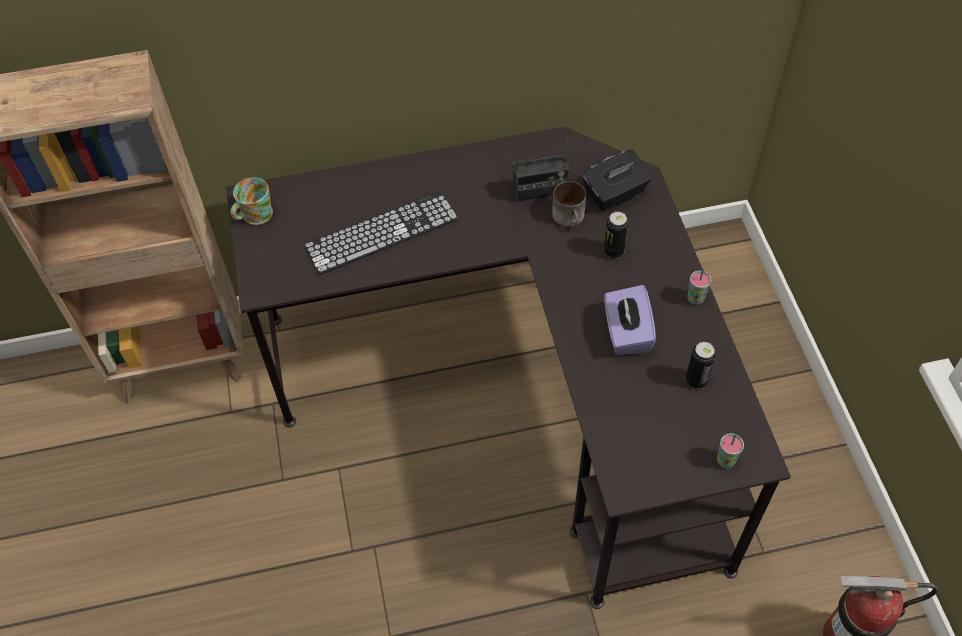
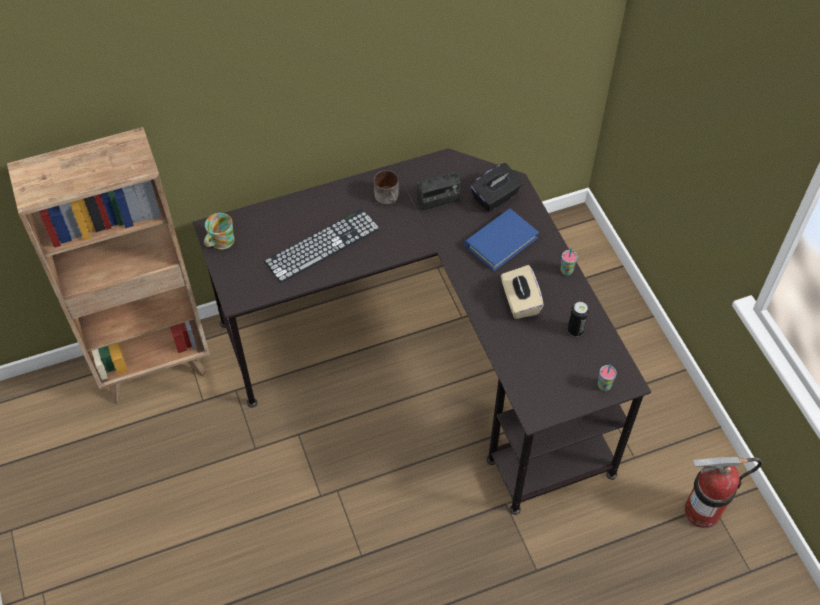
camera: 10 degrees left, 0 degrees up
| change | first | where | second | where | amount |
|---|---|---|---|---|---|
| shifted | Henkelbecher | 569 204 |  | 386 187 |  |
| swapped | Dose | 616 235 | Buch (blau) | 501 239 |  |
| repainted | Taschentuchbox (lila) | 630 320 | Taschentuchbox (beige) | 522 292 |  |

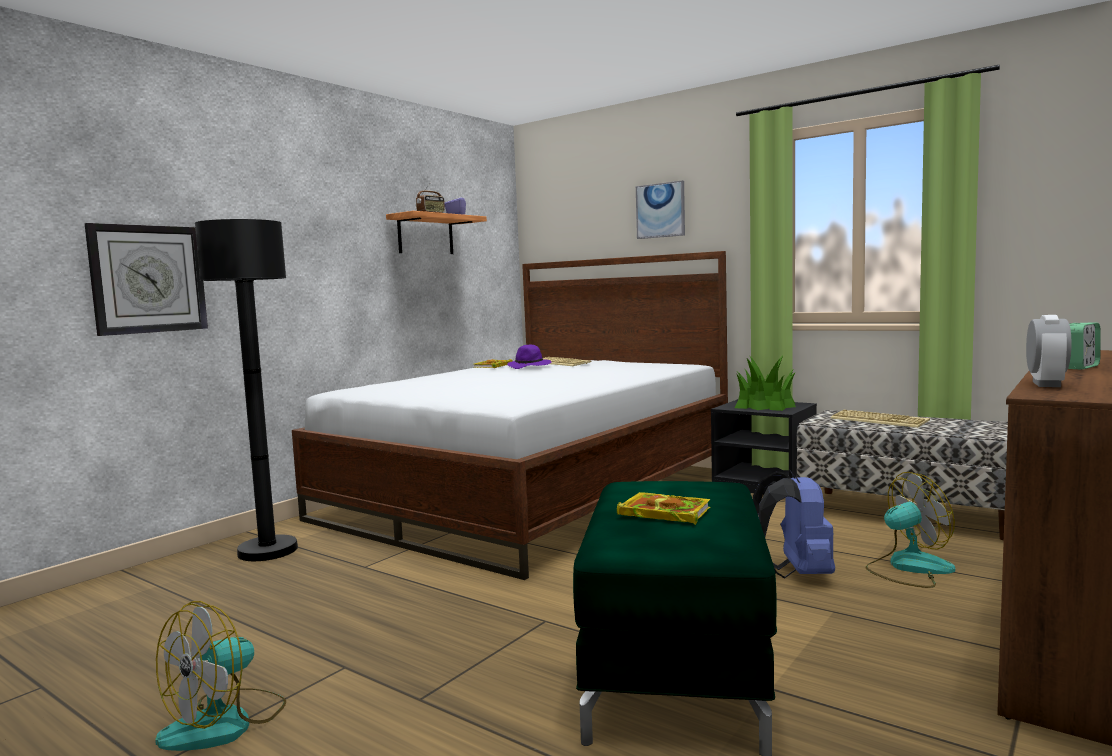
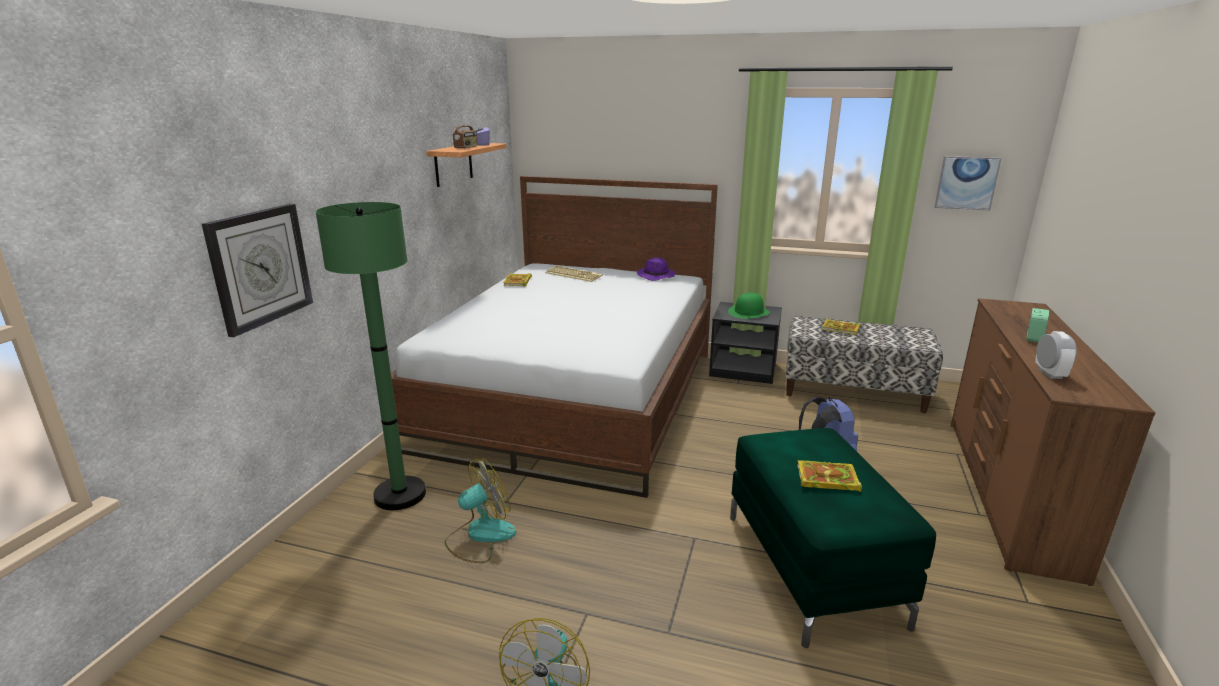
camera: 20 degrees left, 15 degrees up
| change | first | where | second | where | amount |
|---|---|---|---|---|---|
| shifted | Hut (lila) | 529 357 |  | 656 269 |  |
| shifted | Bild | 660 209 |  | 968 183 |  |
| shifted | Ventilator | 911 530 |  | 480 510 |  |
| swapped | Topfpflanze | 765 383 | Hut (grün) | 749 305 |  |
| swapped | Tastatur | 880 419 | Buch | 841 327 |  |
| repainted | Stehlampe (schwarz) | 246 390 | Stehlampe (grün) | 371 356 |  |

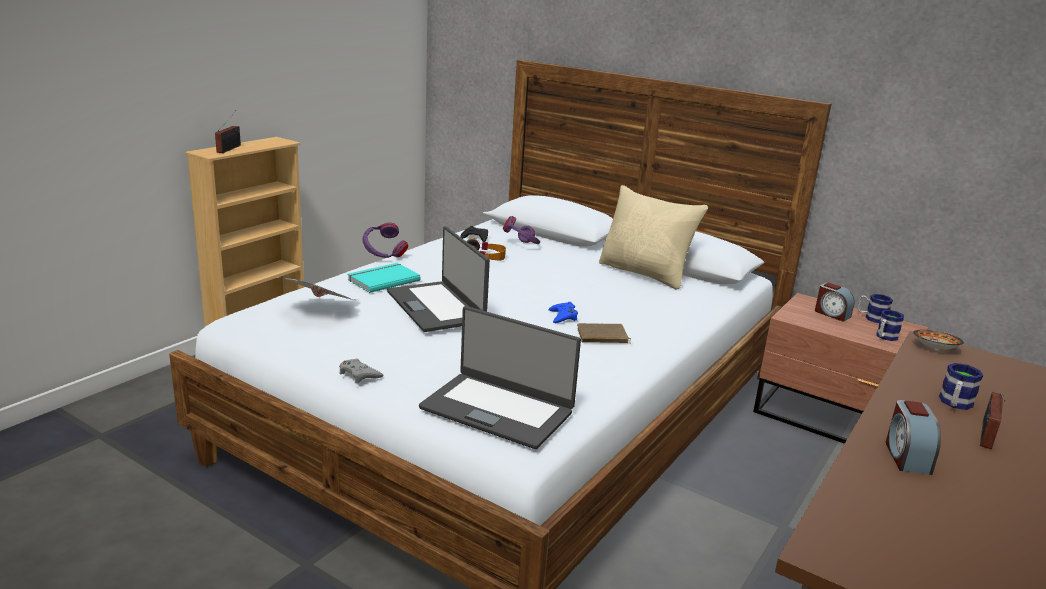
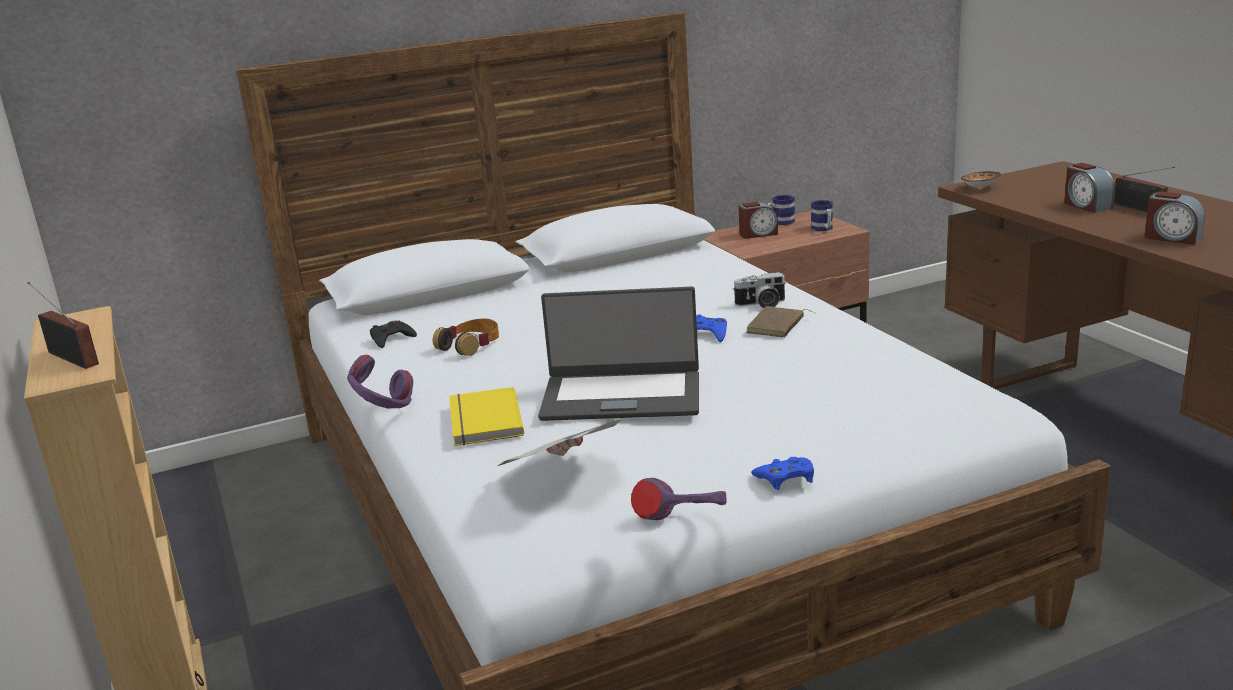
camera: 55 degrees left, 0 degrees up
| change | first | where | second | where | amount |
|---|---|---|---|---|---|
| gone | Laptop | 500 377 |  |  |  |
| gone | Kissen (beige) | 653 237 |  |  |  |
| new |  |  | Kamera | 759 290 |  |
| shifted | Kopfhörer (lila) | 521 230 |  | 679 499 |  |
| swapped | Henkelbecher | 961 386 | Wecker | 1089 188 |  |
| repainted | Gamepad (grau) | 361 371 | Gamepad (blau) | 782 473 |  |
| repainted | Buch (türkis) | 384 278 | Buch (gelb) | 486 416 |  |

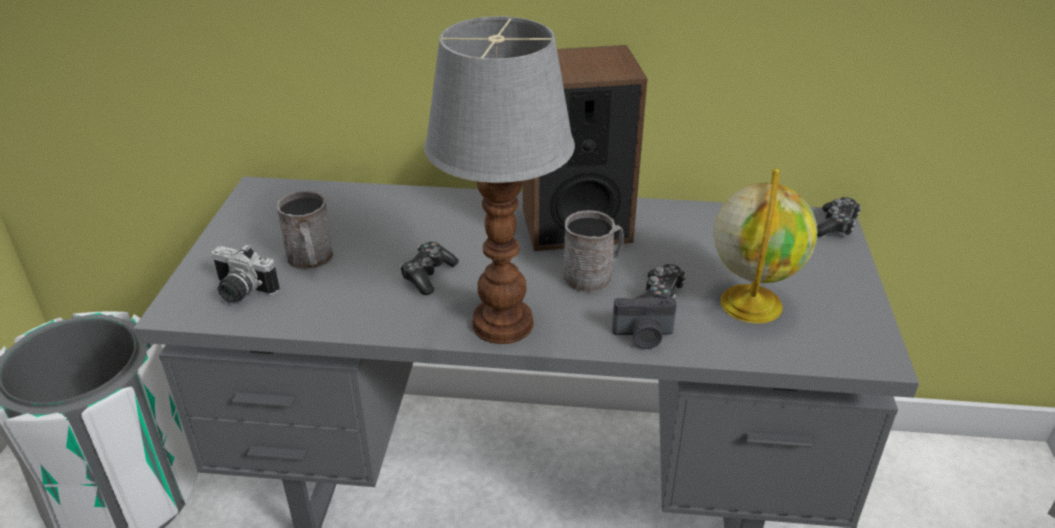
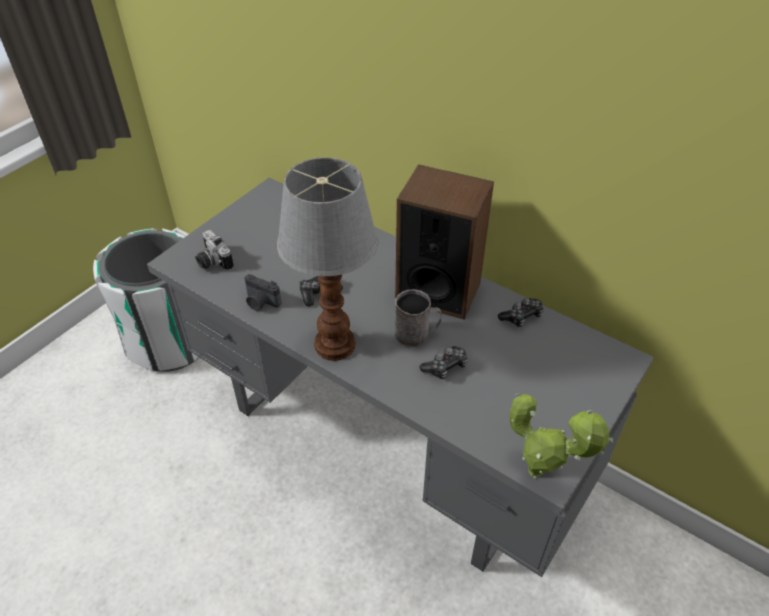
camera: 30 degrees right, 10 degrees up
| change | first | where | second | where | amount |
|---|---|---|---|---|---|
| gone | Henkelbecher (grau) | 305 230 |  |  |  |
| gone | Globus | 765 246 |  |  |  |
| new |  |  | Topfpflanze | 561 435 |  |
| shifted | Kamera | 644 321 |  | 263 292 |  |
| shifted | Gamepad | 839 217 |  | 521 312 |  |

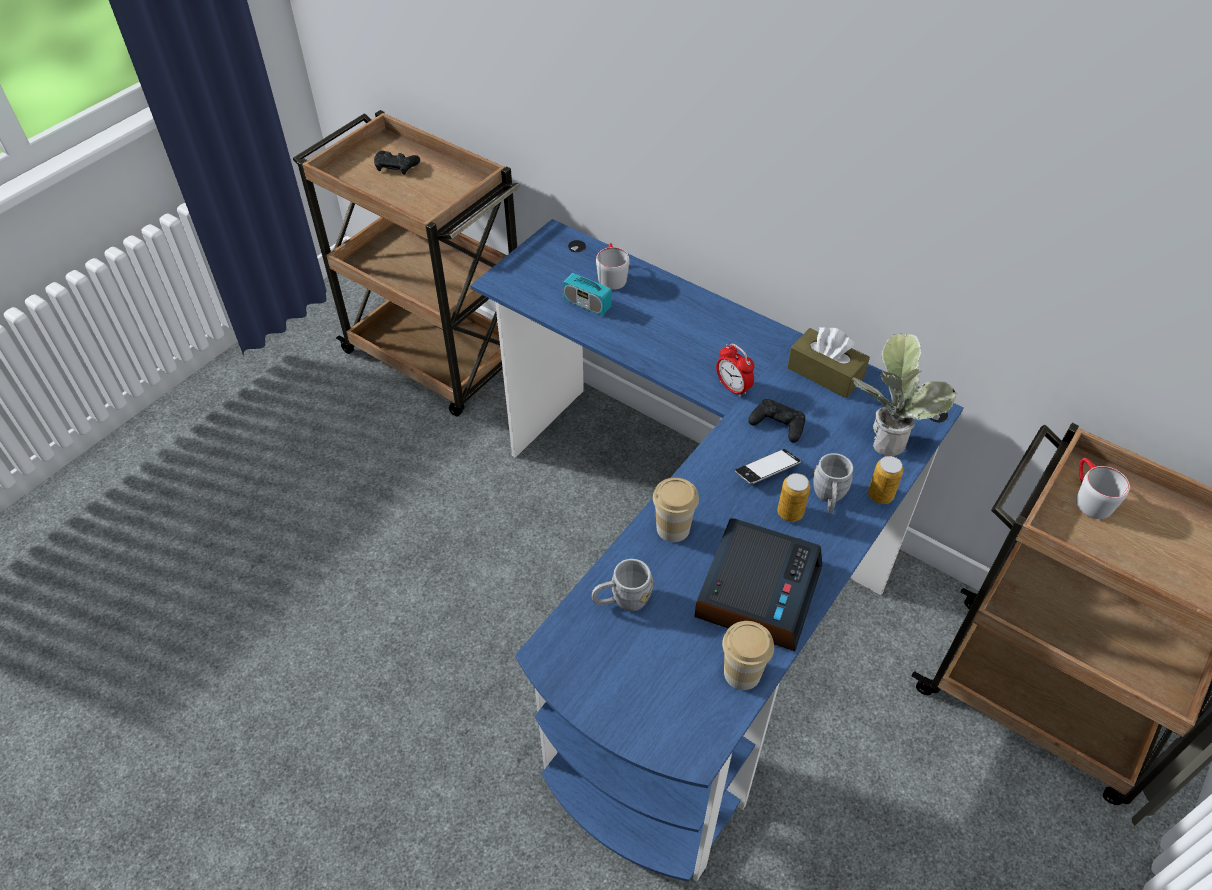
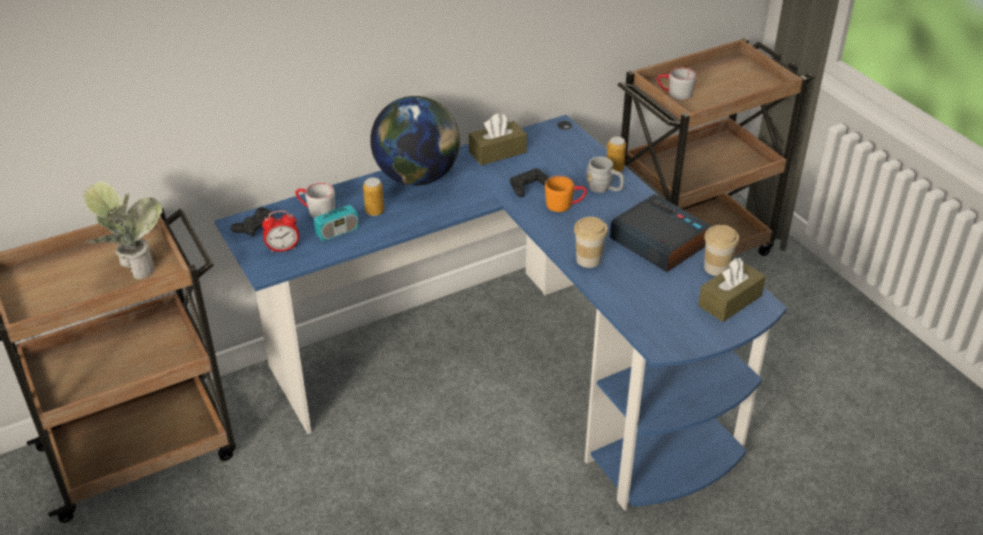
camera: 65 degrees left, 10 degrees down
| change | first | where | second | where | amount |
|---|---|---|---|---|---|
| gone | Henkelbecher (grau) | 622 585 |  |  |  |
| new |  |  | Globus | 415 141 |  |
| new |  |  | Taschentuchbox (braun) | 732 290 |  |
| shifted | Gamepad (schwarz) | 397 163 |  | 252 222 |  |
| shifted | Wecker | 735 370 |  | 280 231 |  |
| shifted | Dose | 794 497 |  | 373 197 |  |
| shifted | Topfpflanze | 904 394 |  | 123 230 |  |
| swapped | Handy | 768 467 | Henkelbecher (orange) | 566 194 |  |

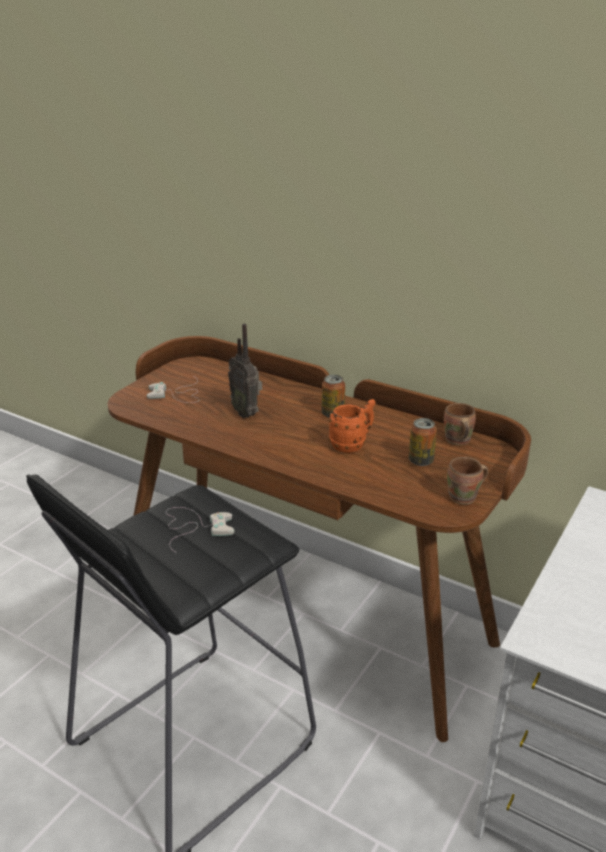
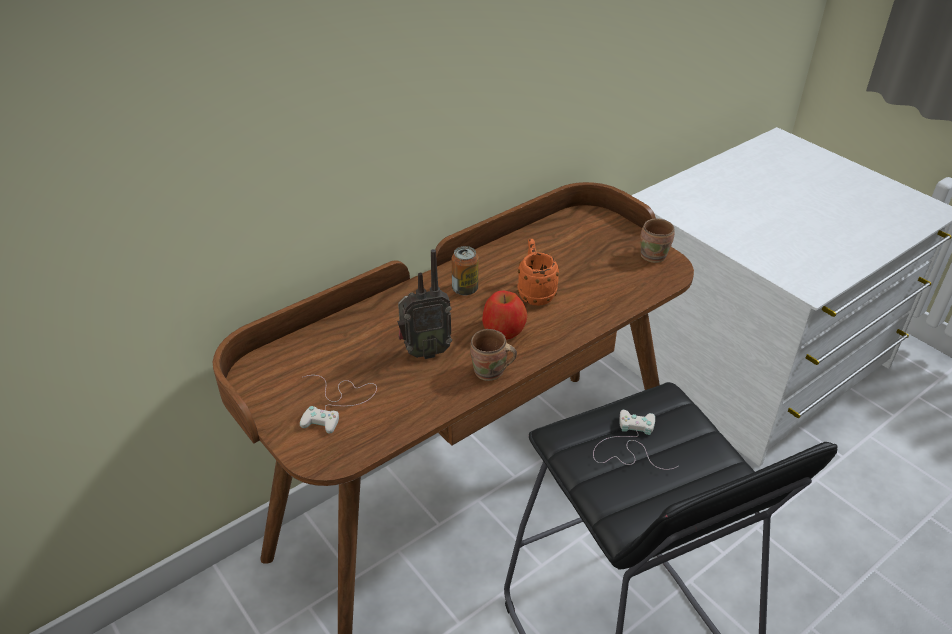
camera: 70 degrees left, 10 degrees up
| change | first | where | second | where | amount |
|---|---|---|---|---|---|
| gone | Dose | 423 442 |  |  |  |
| new |  |  | Apfel | 504 315 |  |
| shifted | Henkelbecher (braun) | 460 424 |  | 493 355 |  |

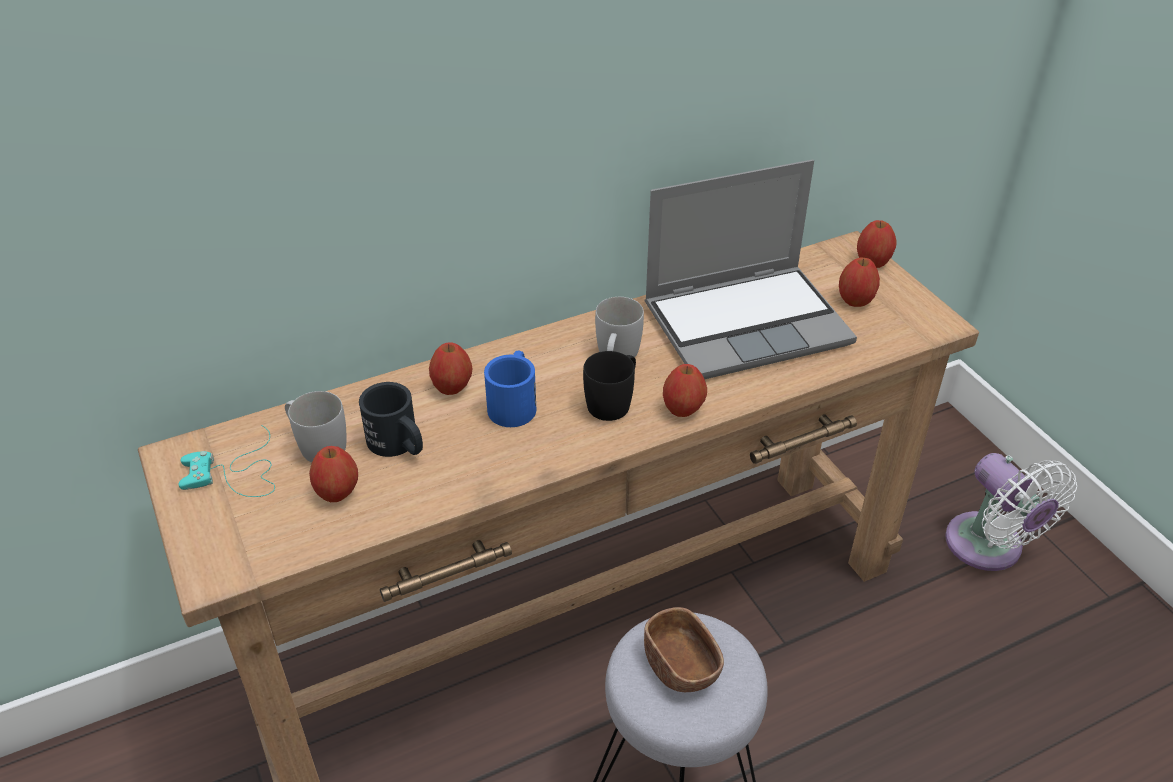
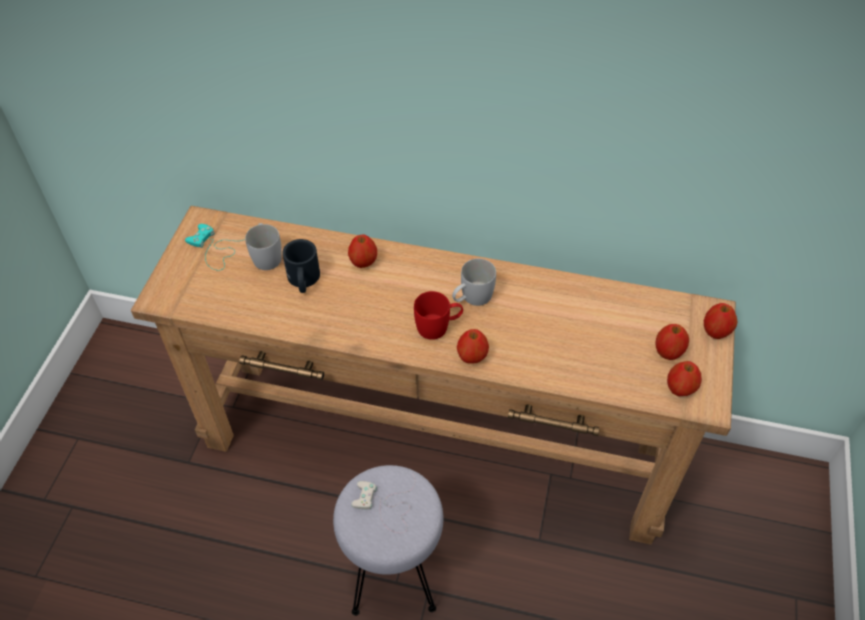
camera: 40 degrees right, 10 degrees up
| change | first | where | second | where | amount |
|---|---|---|---|---|---|
| gone | Henkelbecher (blau) | 510 389 |  |  |  |
| gone | Laptop | 751 269 |  |  |  |
| gone | Ventilator (weiß) | 1011 512 |  |  |  |
| shifted | Apfel | 333 474 |  | 684 378 |  |
| swapped | Schüssel (braun) | 684 649 | Gamepad (weiß) | 383 503 |  |
| repainted | Henkelbecher (schwarz) | 609 386 | Henkelbecher (rot) | 438 315 |  |

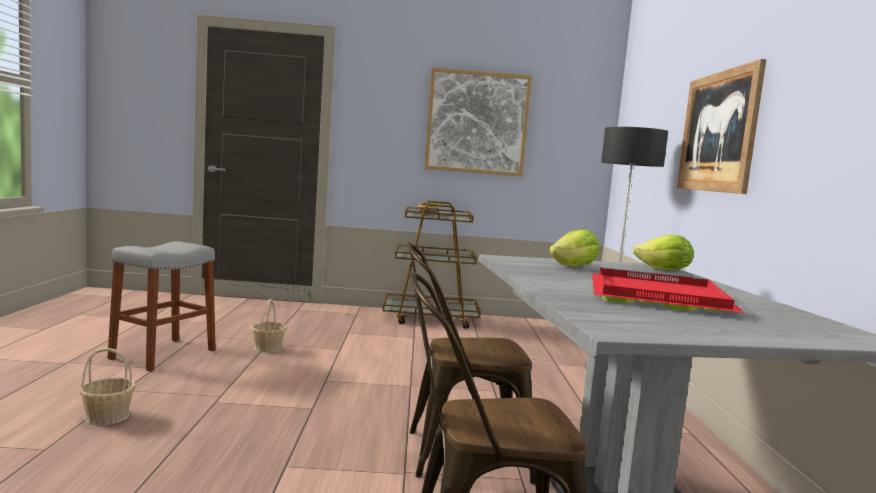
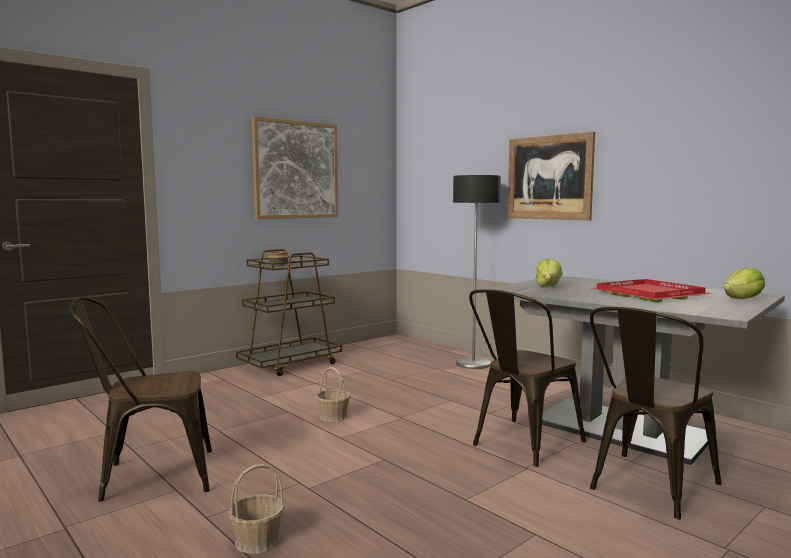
camera: 40 degrees left, 0 degrees up
| change | first | where | second | where | amount |
|---|---|---|---|---|---|
| shifted | Korb | 268 326 |  | 333 394 |  |
| shifted | Salatkopf | 663 252 |  | 744 283 |  |
| swapped | Hocker (grau) | 161 306 | Stuhl (braun) | 140 399 |  |

